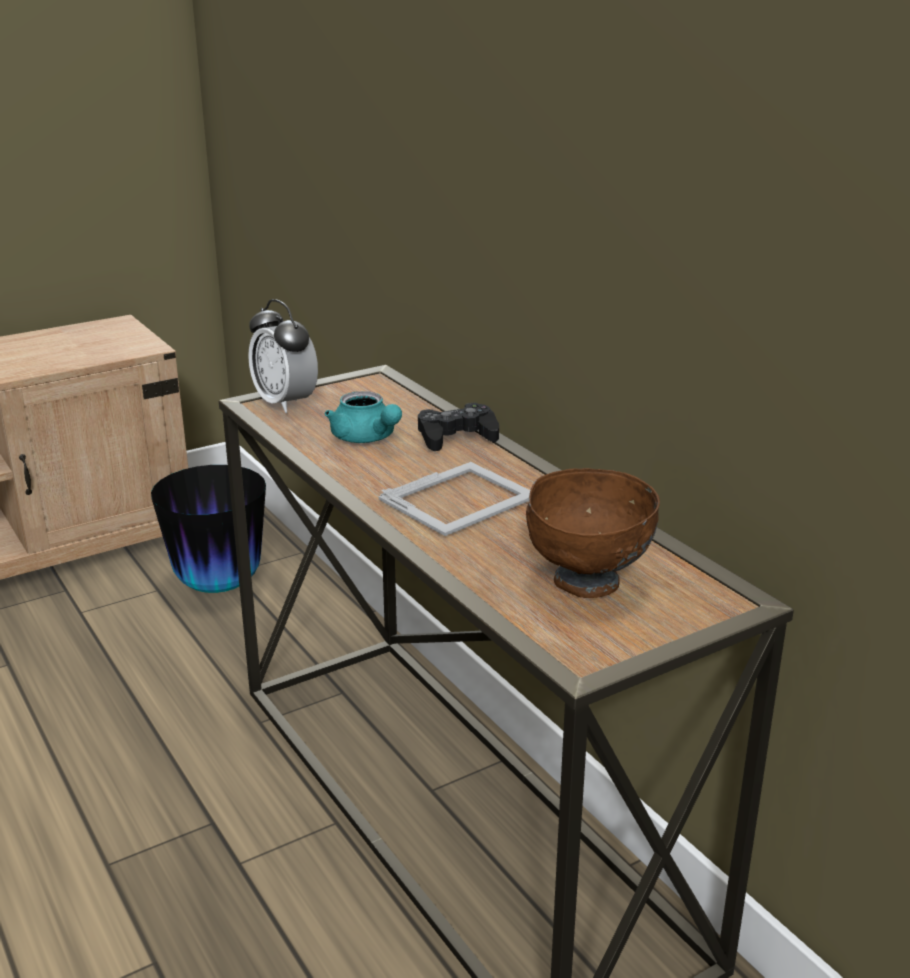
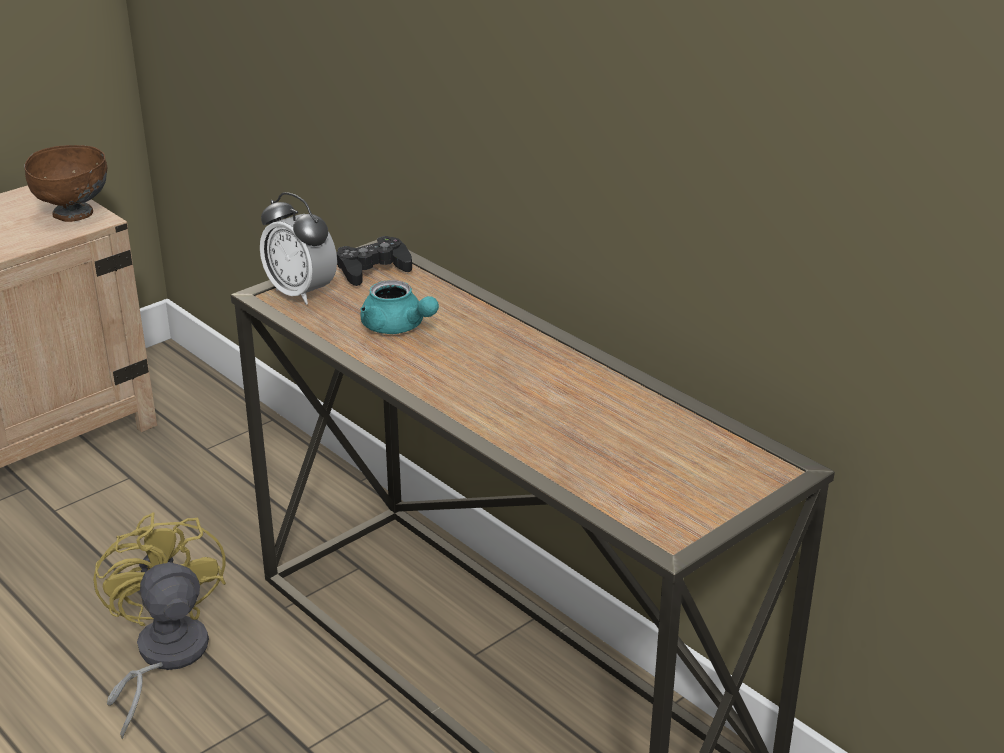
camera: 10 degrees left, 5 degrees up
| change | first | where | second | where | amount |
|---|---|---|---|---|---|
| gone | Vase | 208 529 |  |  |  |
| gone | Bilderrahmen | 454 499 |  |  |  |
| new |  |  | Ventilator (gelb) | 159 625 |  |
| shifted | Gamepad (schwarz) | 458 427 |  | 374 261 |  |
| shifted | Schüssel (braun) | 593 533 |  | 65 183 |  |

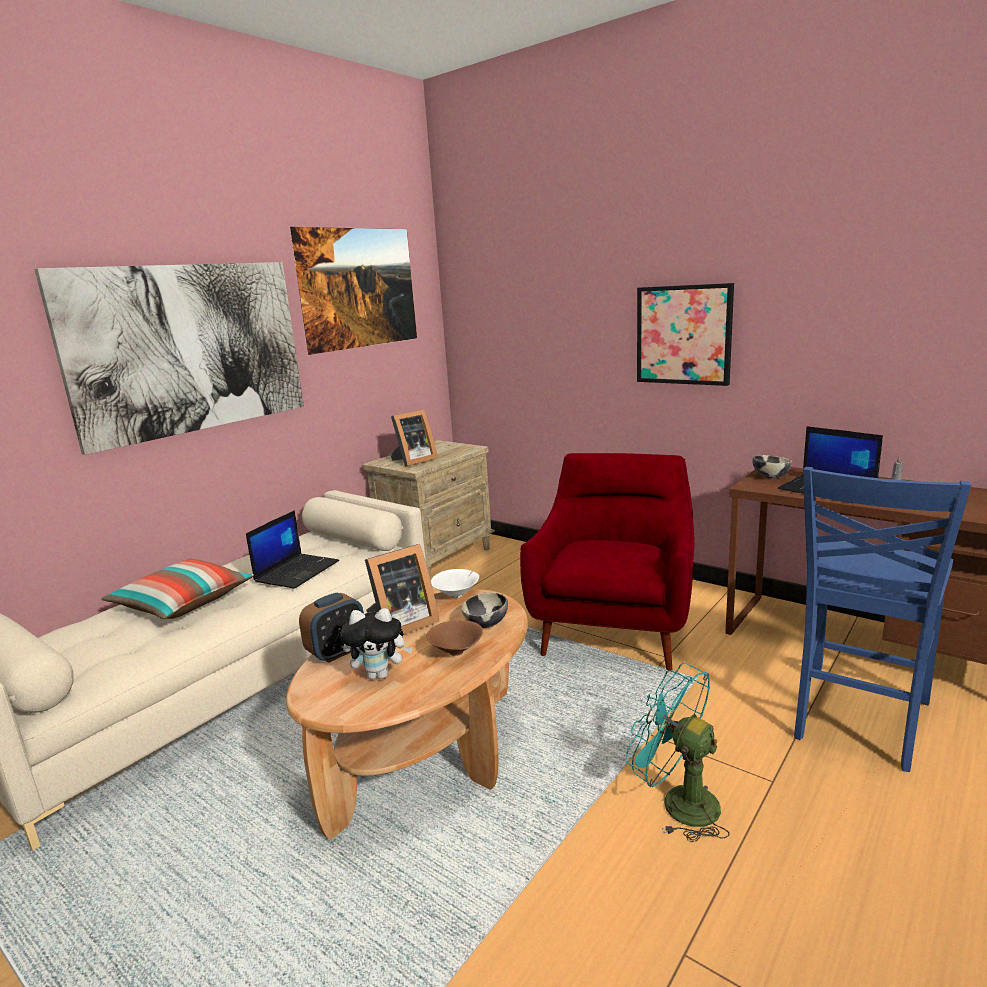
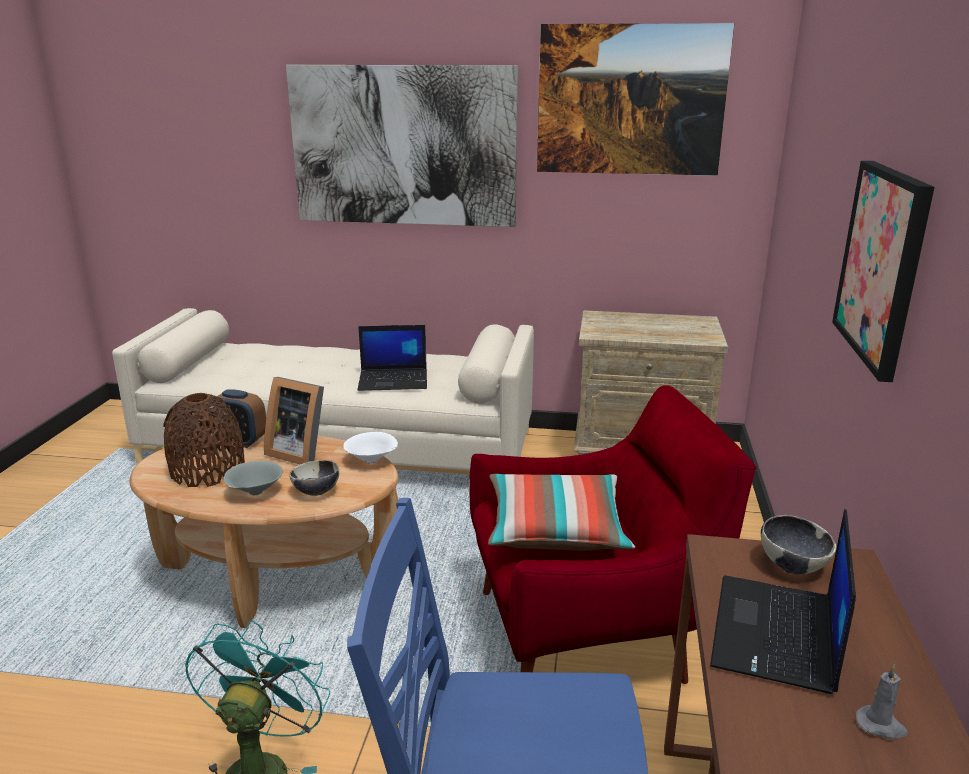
camera: 60 degrees right, 5 degrees up
| change | first | where | second | where | amount |
|---|---|---|---|---|---|
| gone | Bilderrahmen | 414 438 |  |  |  |
| shifted | Kissen | 178 589 |  | 561 512 |  |
| swapped | Plüschtier | 376 644 | Vase (braun) | 204 440 |  |
| repainted | Schüssel (braun) | 454 638 | Schüssel (grau) | 253 478 |  |

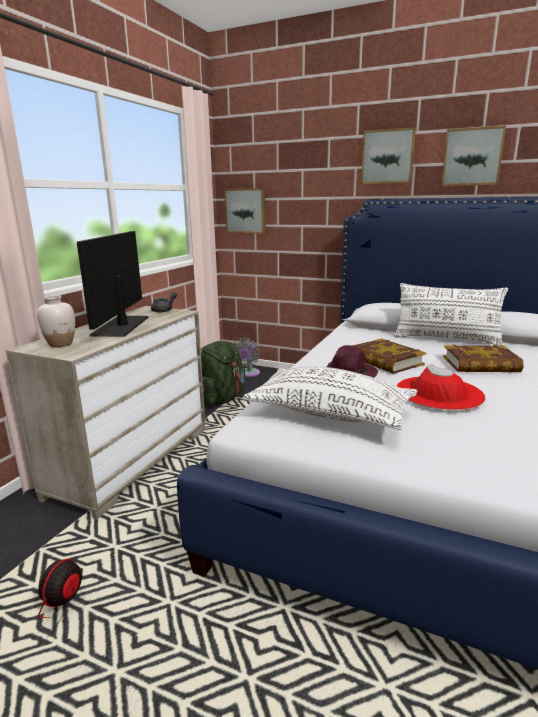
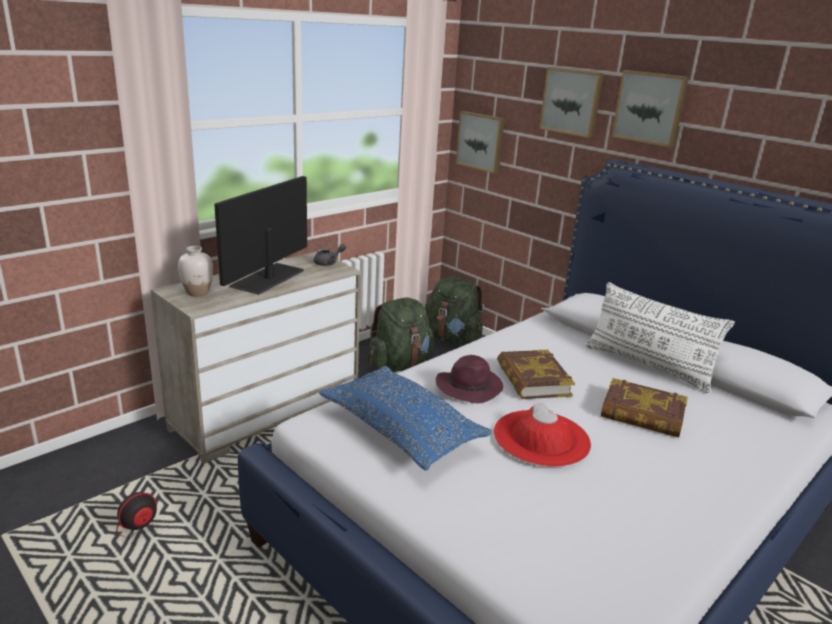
camera: 20 degrees right, 5 degrees up
| change | first | where | second | where | amount |
|---|---|---|---|---|---|
| shifted | Bild | 473 155 |  | 571 102 |  |
| swapped | Ventilator (grau) | 247 357 | Rucksack (grün) | 454 310 |  |
| repainted | Kissen (weiß) | 330 398 | Kissen (blau) | 405 418 |  |

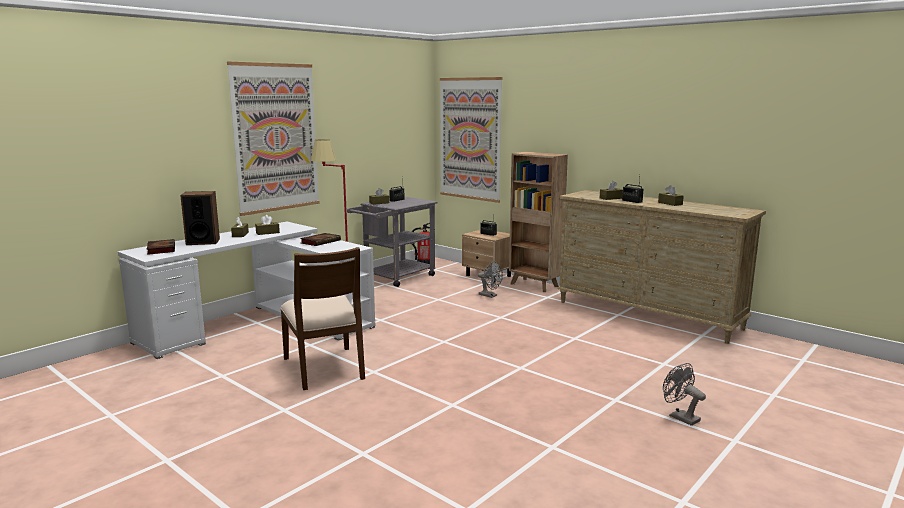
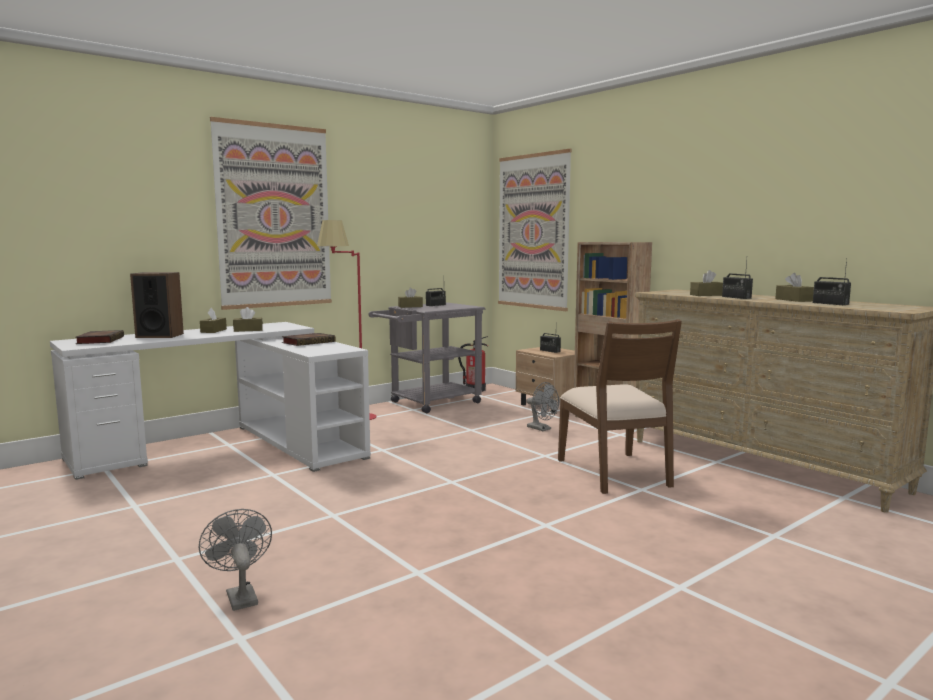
camera: 10 degrees right, 5 degrees down
| change | first | where | second | where | amount |
|---|---|---|---|---|---|
| new |  |  | Radio | 832 281 |  |
| shifted | Stuhl (braun) | 322 318 |  | 620 406 |  |
| shifted | Ventilator (grau) | 684 394 |  | 235 560 |  |

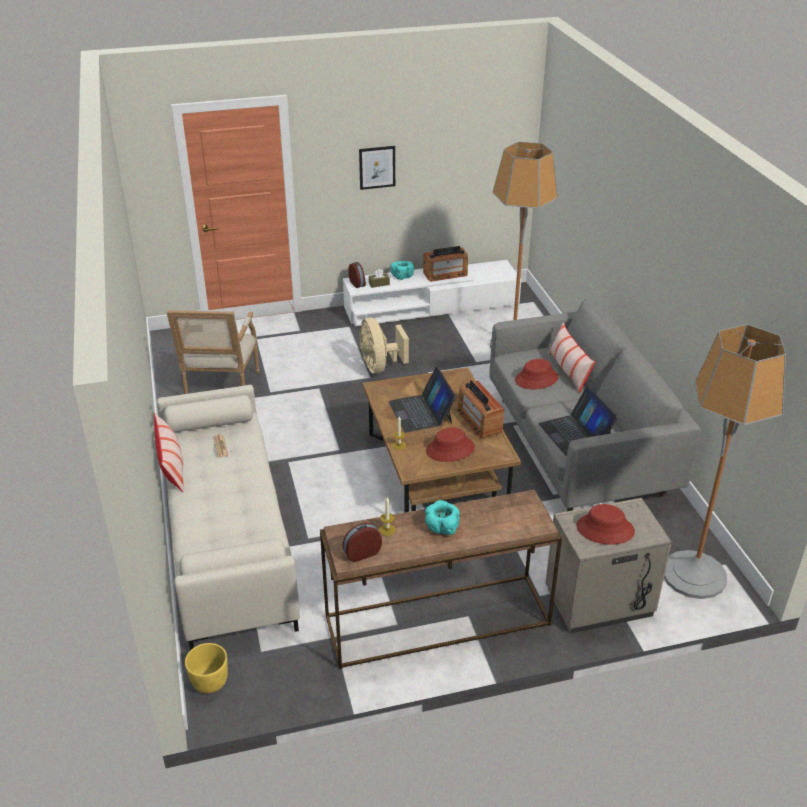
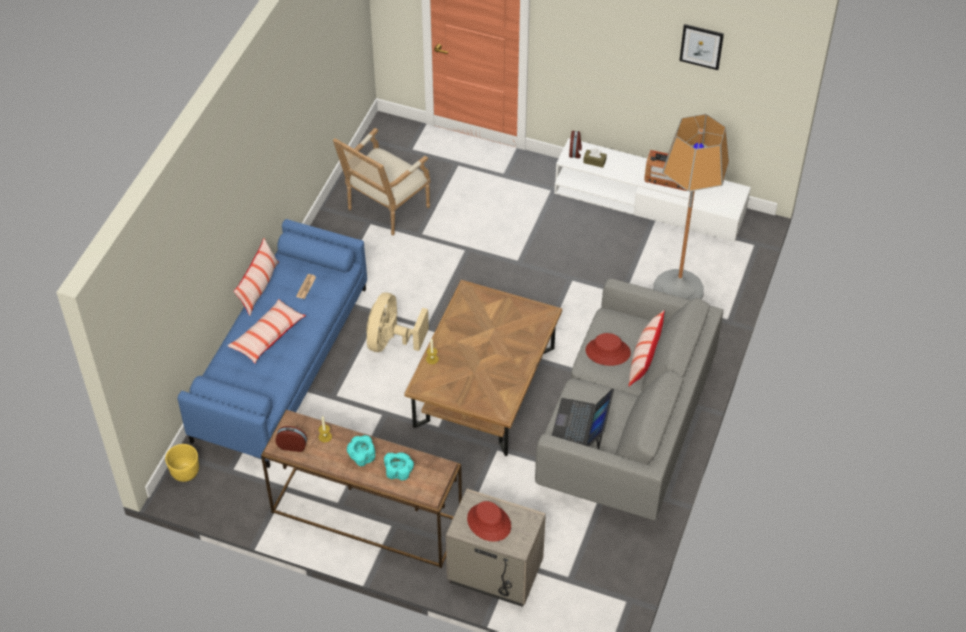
camera: 35 degrees right, 15 degrees up
| change | first | where | second | where | amount |
|---|---|---|---|---|---|
| gone | Laptop | 422 400 |  |  |  |
| gone | Hut (rot) | 450 444 |  |  |  |
| gone | Radio | 480 409 |  |  |  |
| gone | Stehlampe | 725 461 |  |  |  |
| new |  |  | Kissen | 266 331 |  |
| shifted | Bild | 377 168 |  | 701 47 |  |
| shifted | Ventilator (beige) | 384 345 |  | 397 322 |  |
| shifted | Schüssel (türkis) | 402 270 |  | 399 466 |  |
| repainted | Sofa (beige) | 228 517 | Sofa (blau) | 272 343 |  |

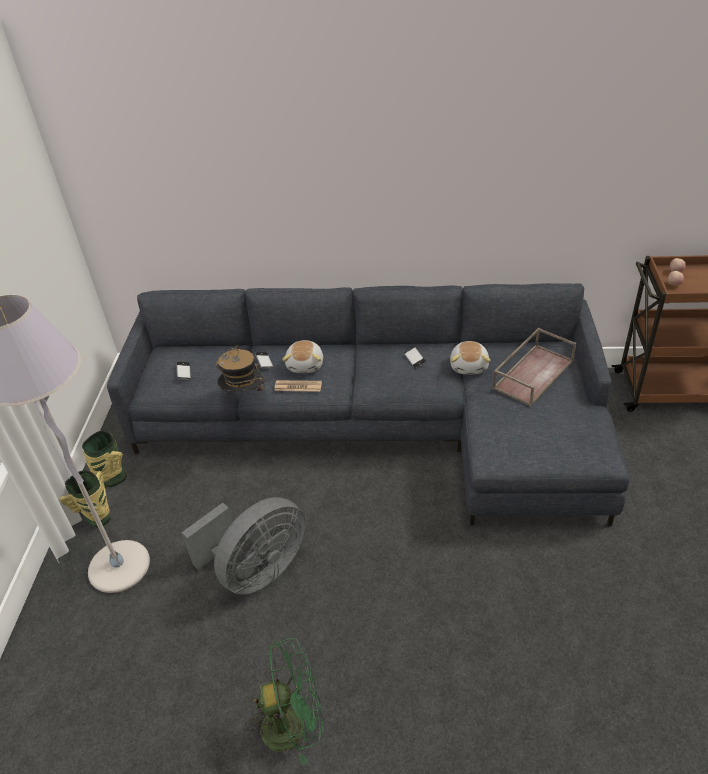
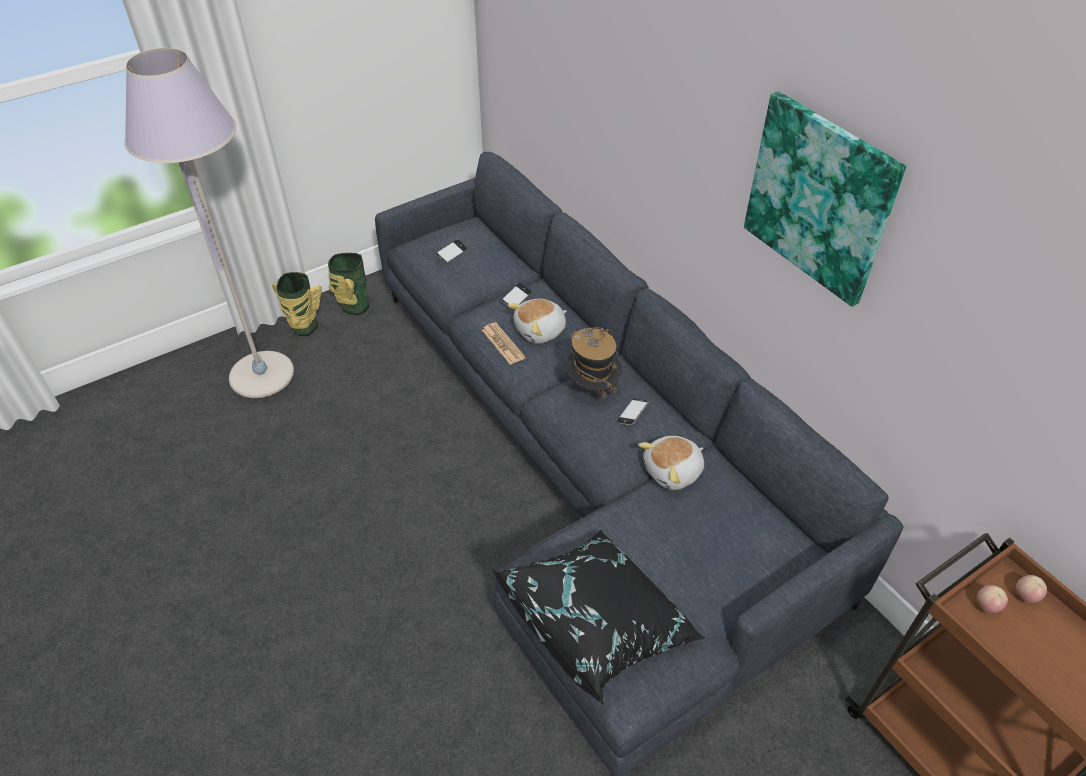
camera: 50 degrees right, 5 degrees up
| change | first | where | second | where | amount |
|---|---|---|---|---|---|
| gone | Ventilator (grau) | 244 546 |  |  |  |
| gone | Ventilator (grün) | 285 702 |  |  |  |
| gone | Tablett (braun) | 534 367 |  |  |  |
| new |  |  | Kissen (schwarz) | 598 617 |  |
| new |  |  | Bild | 825 199 |  |
| shifted | Hut | 241 368 |  | 592 364 |  |

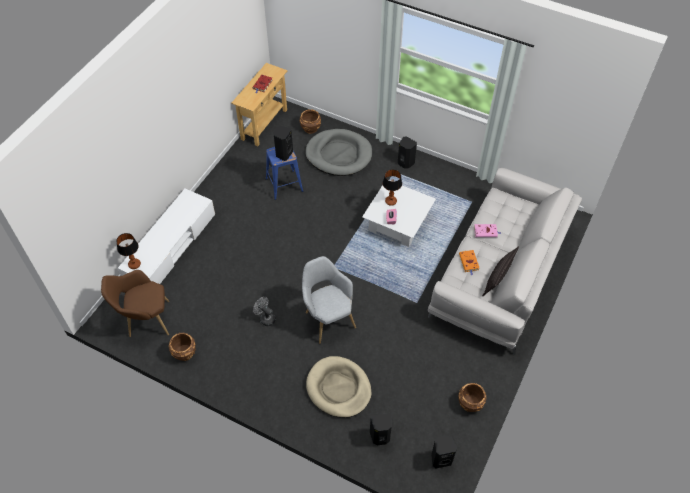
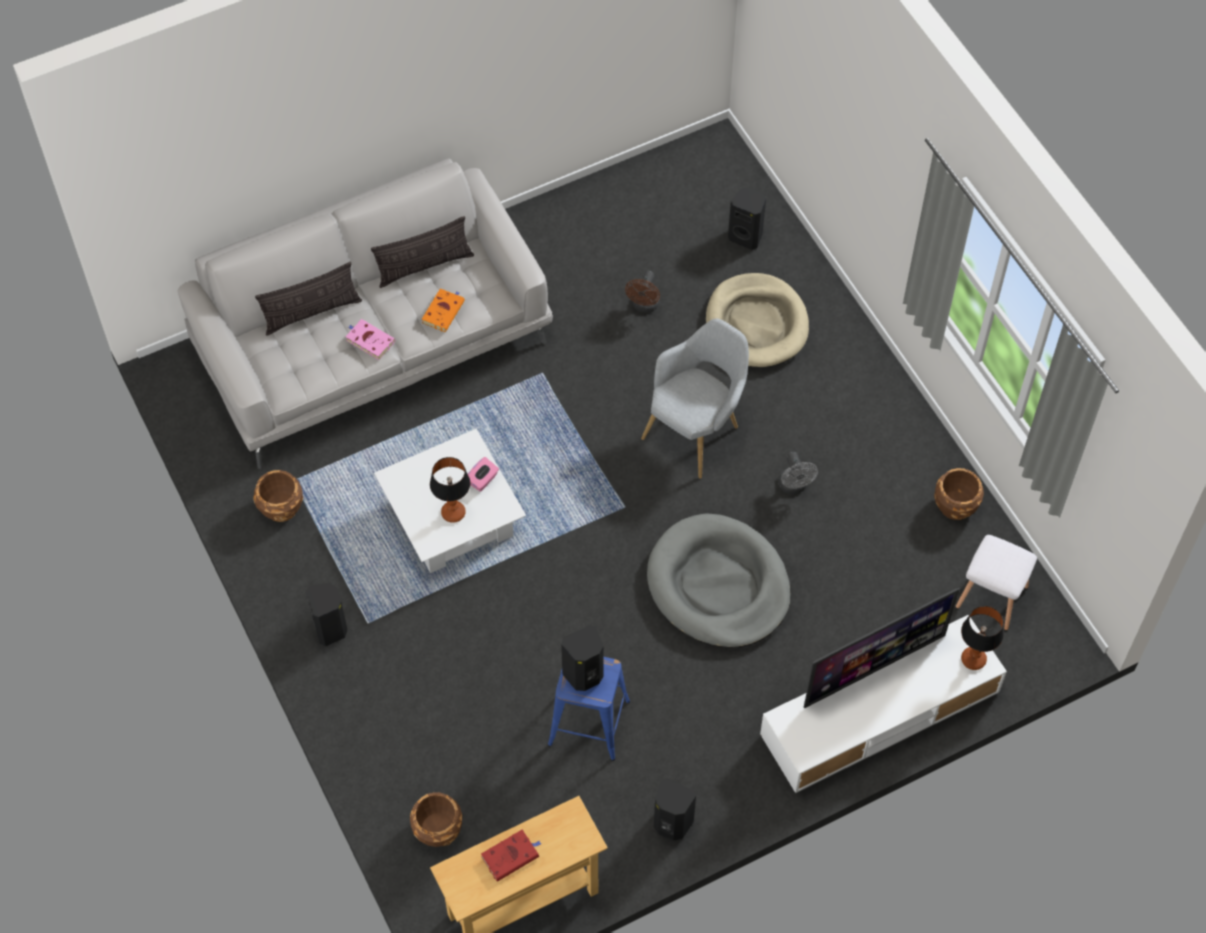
camera: 145 degrees left, 5 degrees up
| change | first | where | second | where | amount |
|---|---|---|---|---|---|
| new |  |  | Kissen | 308 299 |  |
| new |  |  | Ventilator (braun) | 642 292 |  |
| new |  |  | Fernseher | 882 648 |  |
| shifted | Hundebett (grau) | 338 152 |  | 719 580 |  |
| shifted | Lautsprecher (schwarz) | 444 451 |  | 675 809 |  |
| shifted | Pflanzkübel (braun) | 472 397 |  | 278 496 |  |
| swapped | Sessel (braun) | 135 303 | Hocker (weiß) | 996 582 |  |
| rotated | Sessel (grau) | 329 300 |  | 695 399 | 150 degrees counterclockwise |

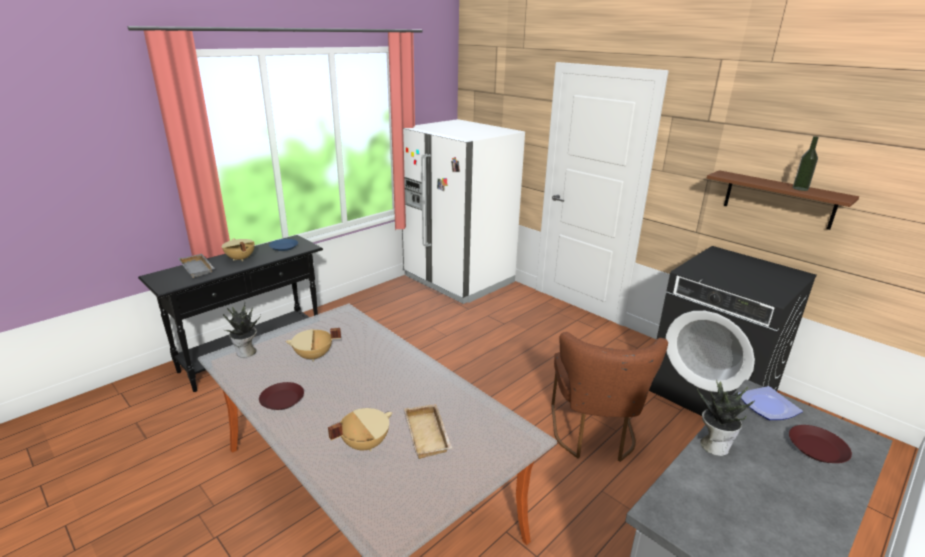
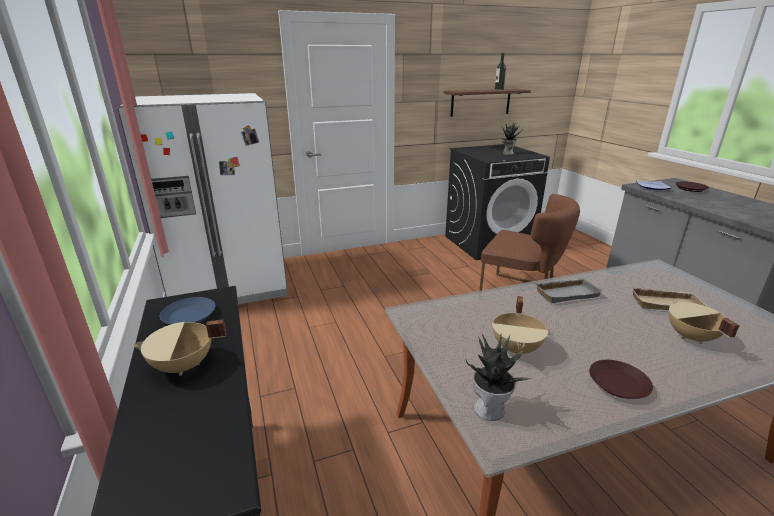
camera: 65 degrees left, 0 degrees up
| change | first | where | second | where | amount |
|---|---|---|---|---|---|
| shifted | Tablett (grau) | 196 266 |  | 568 290 |  |
| shifted | Topfpflanze | 726 418 |  | 511 138 |  |

